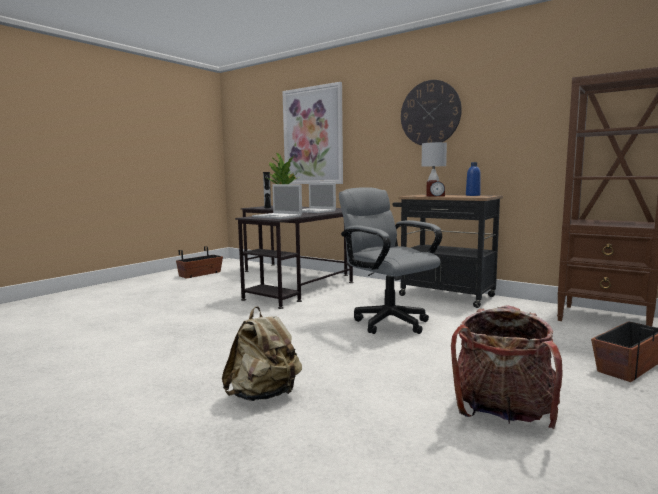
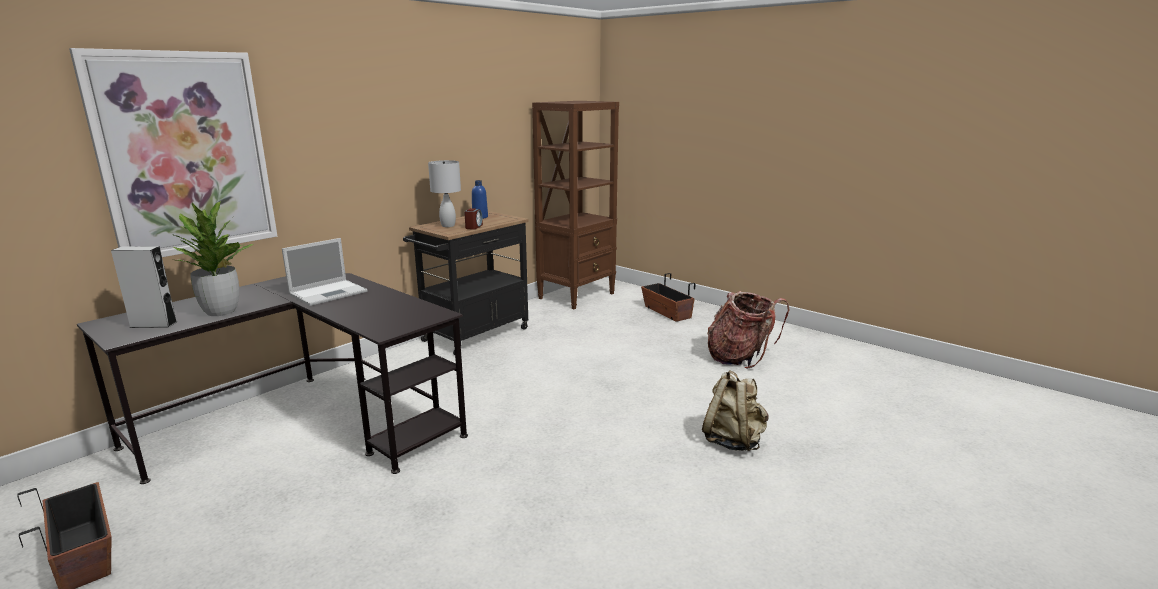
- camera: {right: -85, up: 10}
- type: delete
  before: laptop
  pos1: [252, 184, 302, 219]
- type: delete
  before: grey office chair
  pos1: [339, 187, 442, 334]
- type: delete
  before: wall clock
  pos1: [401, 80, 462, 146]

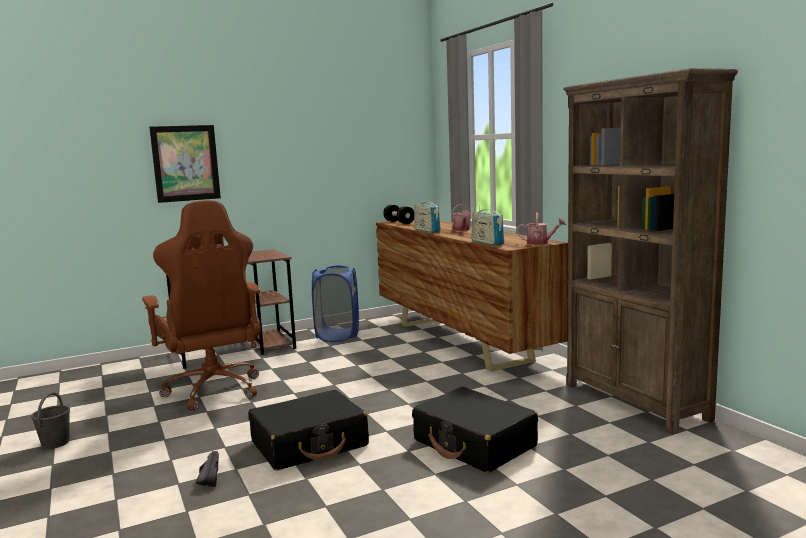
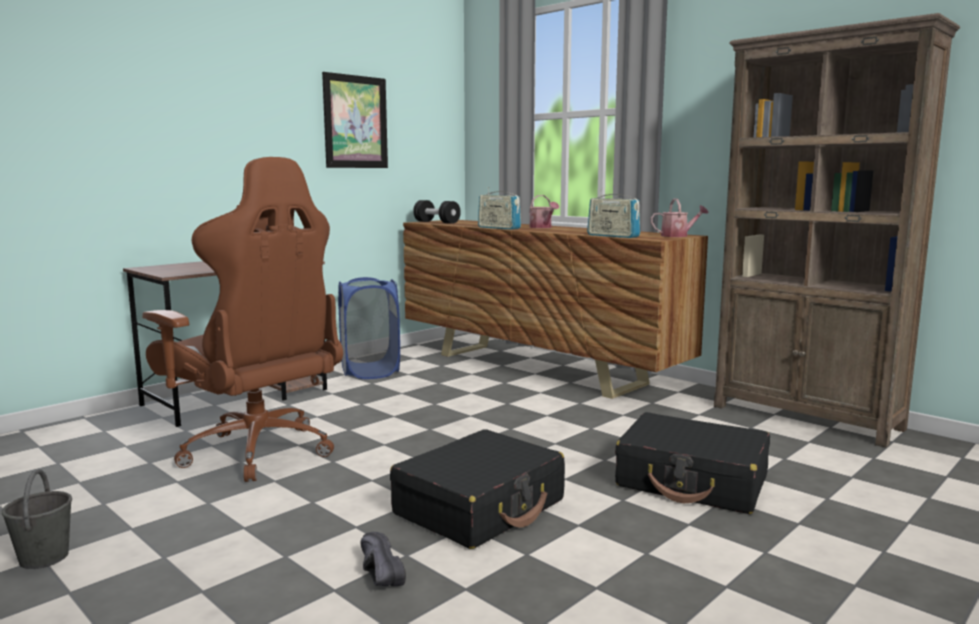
- camera: {right: -20, up: 0}
- type: move
  before: picture
  pos1: [149, 125, 221, 203]
  pos2: [322, 72, 388, 168]

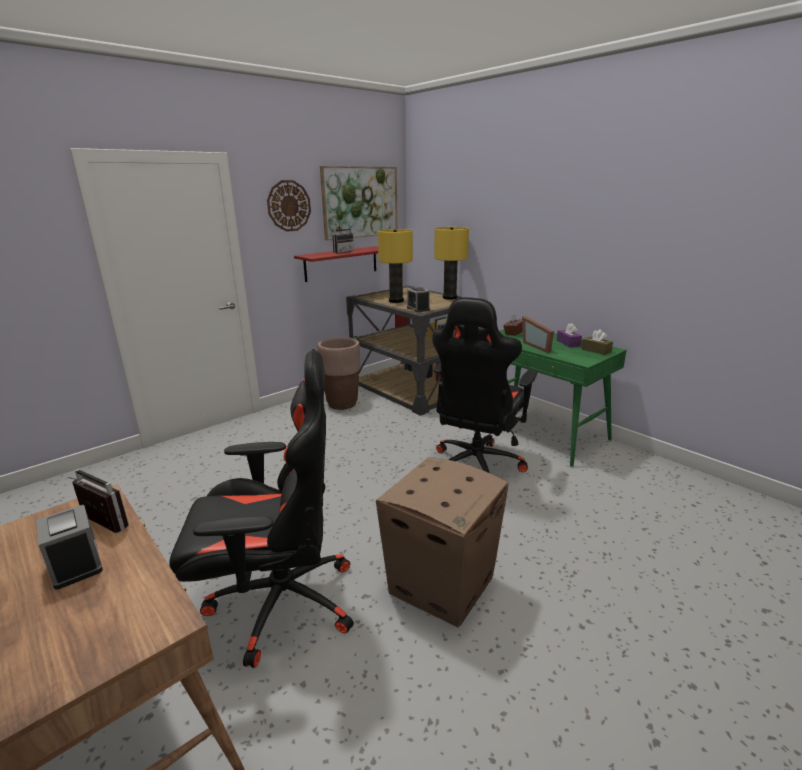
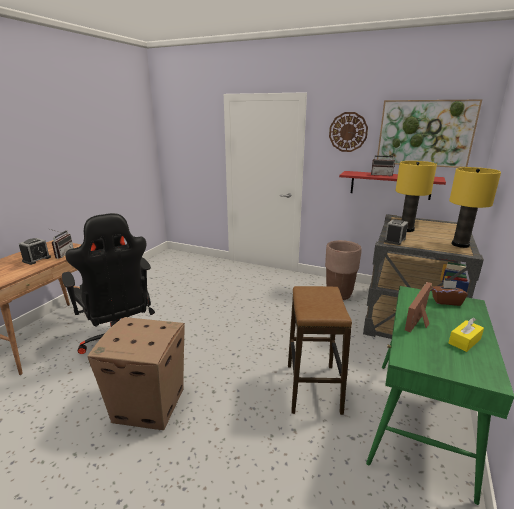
- camera: {right: 65, up: 0}
- type: replace
  before: black office chair
  after: stool
  pos1: [432, 297, 537, 473]
  pos2: [288, 286, 352, 415]
- type: recolor
  before: purple tissue box
  after: yellow tissue box
  pos1: [557, 323, 582, 347]
  pos2: [449, 318, 484, 352]
- type: delete
  before: brown tissue box
  pos1: [581, 329, 613, 355]

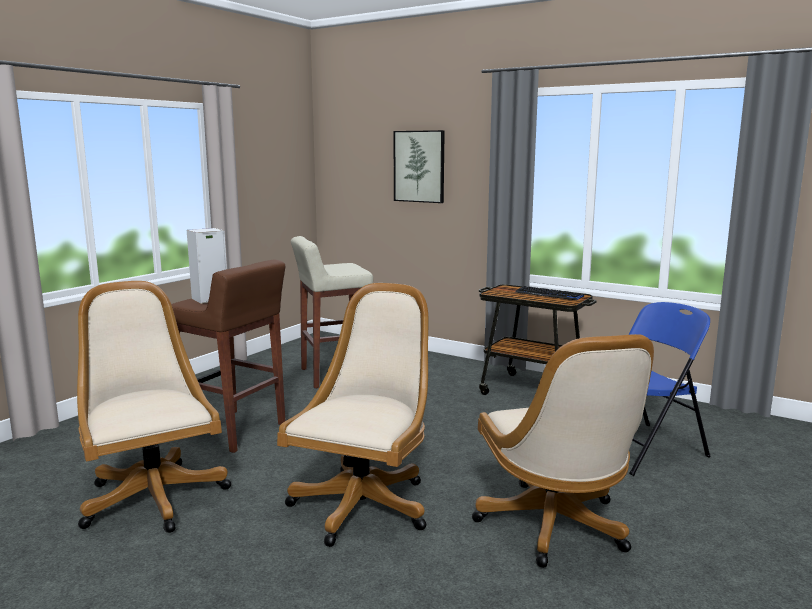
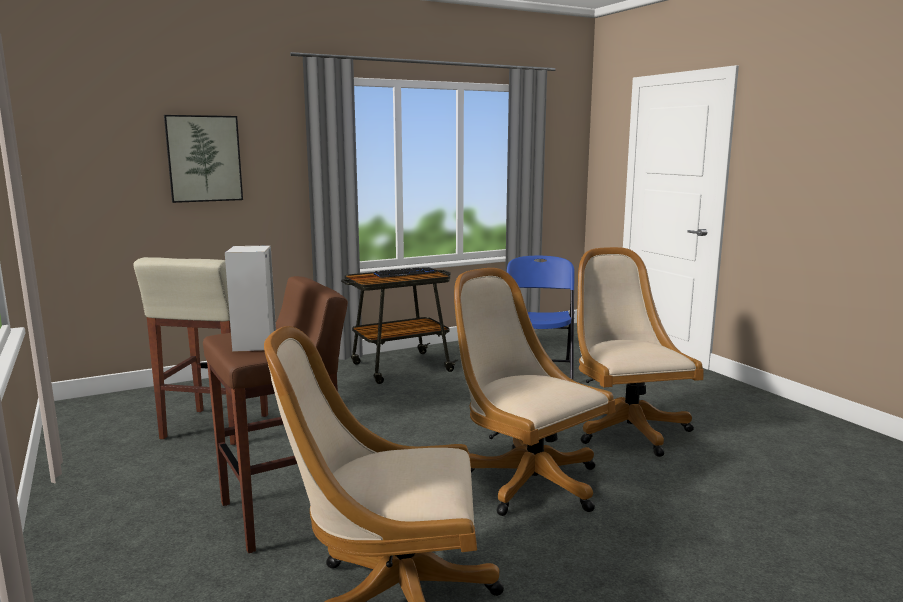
- camera: {right: -60, up: 0}
- type: rotate
  before: office chair
  pos1: [472, 334, 654, 568]
  pos2: [577, 247, 703, 457]
  turn: -120

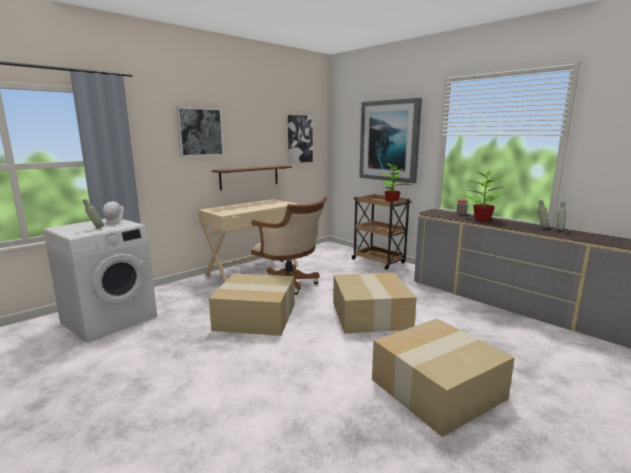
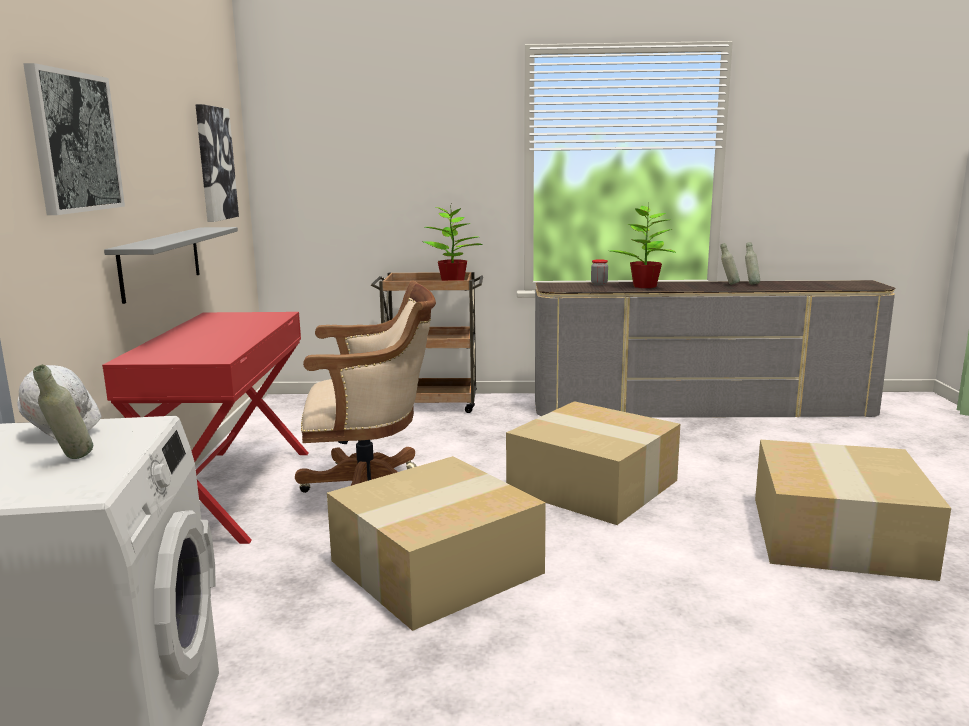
- camera: {right: -45, up: 0}
- type: recolor
  before: beige desk
  after: red desk
  pos1: [198, 199, 299, 282]
  pos2: [102, 312, 309, 544]
- type: recolor
  before: brown shelf
  after: grey shelf
  pos1: [212, 165, 292, 190]
  pos2: [104, 227, 238, 304]
- type: delete
  before: picture
  pos1: [359, 98, 422, 183]

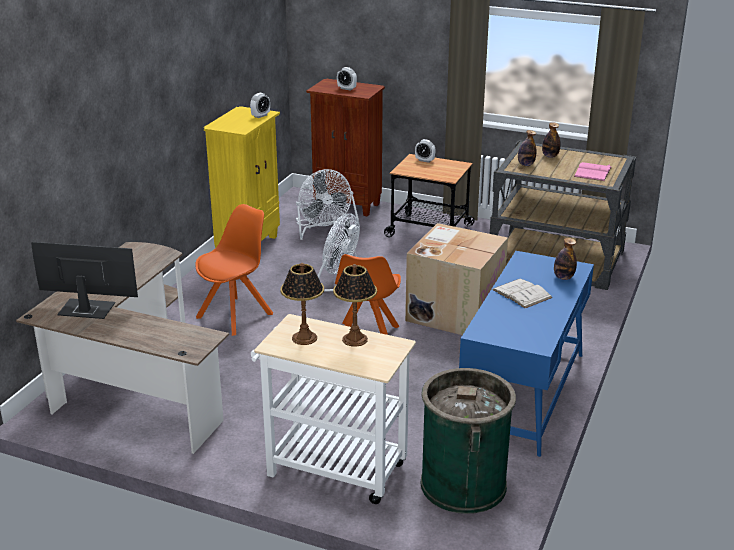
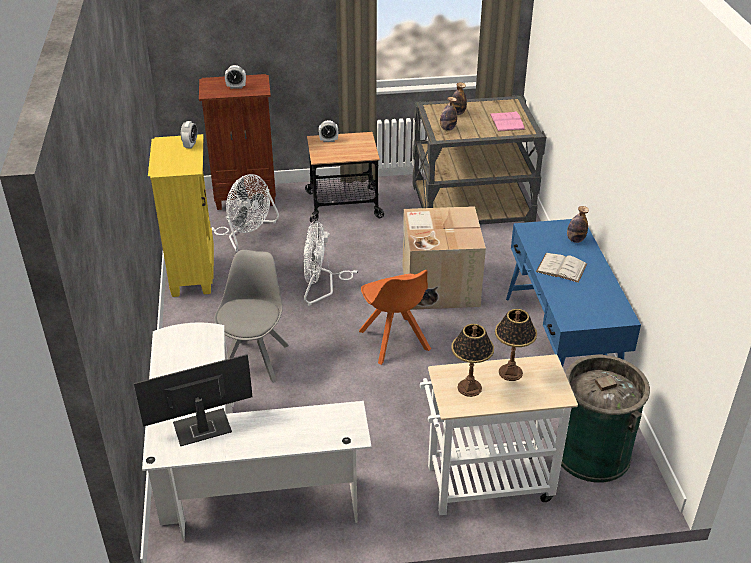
- camera: {right: -30, up: 10}
- type: recolor
  before: brown desk
  after: white desk
  pos1: [16, 242, 229, 454]
  pos2: [142, 323, 372, 541]
- type: recolor
  before: orange chair
  after: grey chair
  pos1: [196, 204, 273, 336]
  pos2: [215, 250, 289, 383]

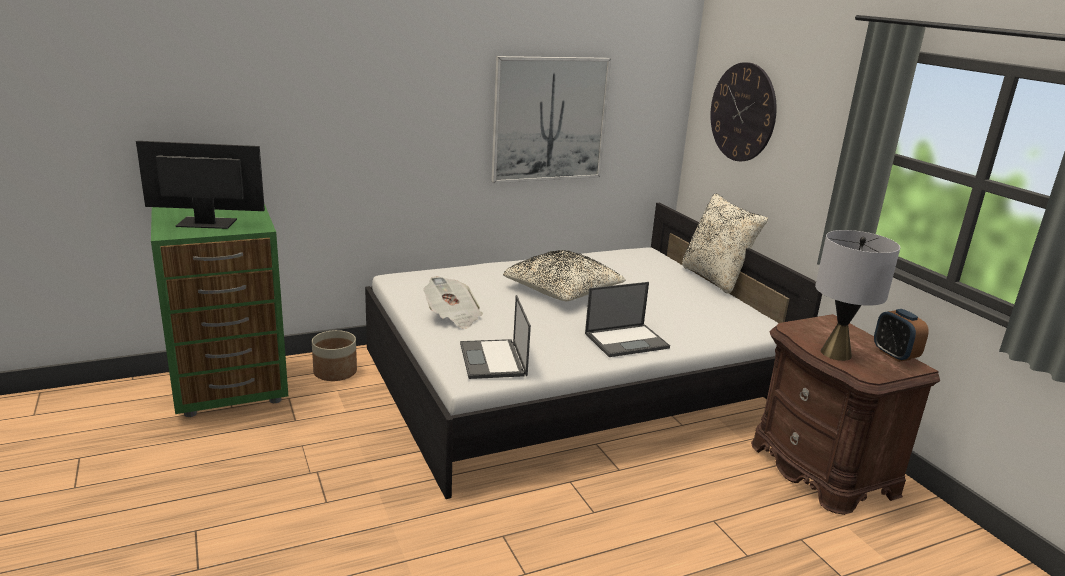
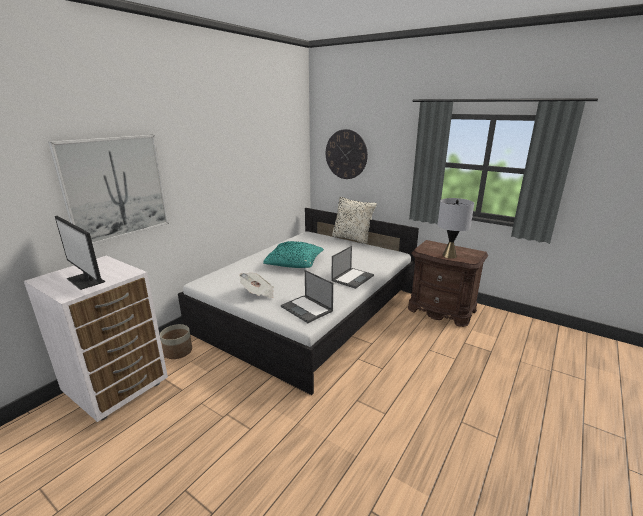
- camera: {right: -30, up: 0}
- type: rotate
  before: monitor
  pos1: [136, 141, 265, 229]
  pos2: [55, 216, 105, 290]
  turn: -105
- type: recolor
  before: green dresser
  after: white dresser
  pos1: [151, 204, 288, 417]
  pos2: [24, 256, 168, 422]
- type: move
  before: picture
  pos1: [491, 56, 611, 183]
  pos2: [48, 135, 169, 245]
- type: recolor
  before: beige pillow
  after: turquoise pillow
  pos1: [503, 250, 626, 301]
  pos2: [263, 241, 323, 268]
- type: delete
  before: alarm clock
  pos1: [874, 309, 929, 362]

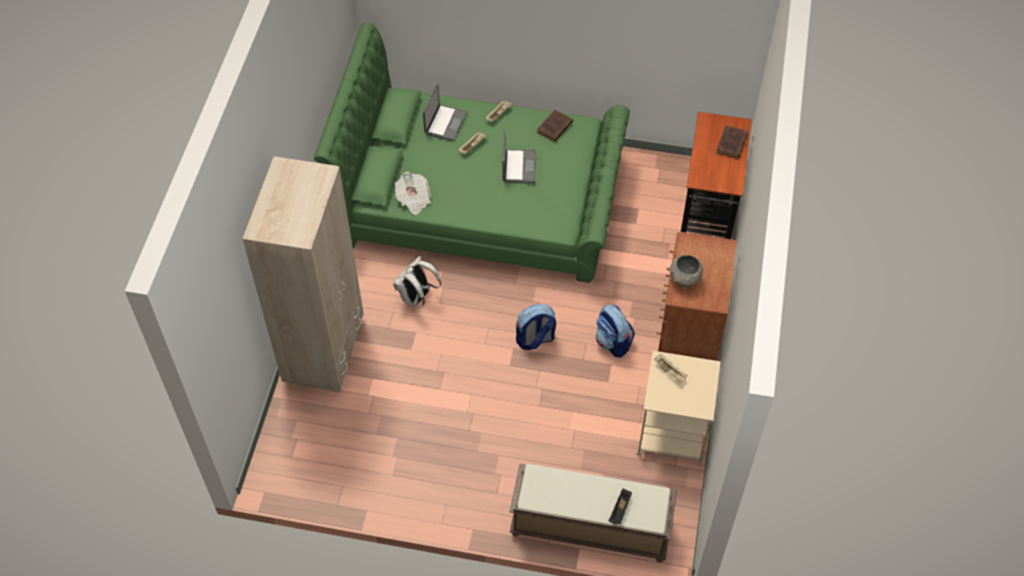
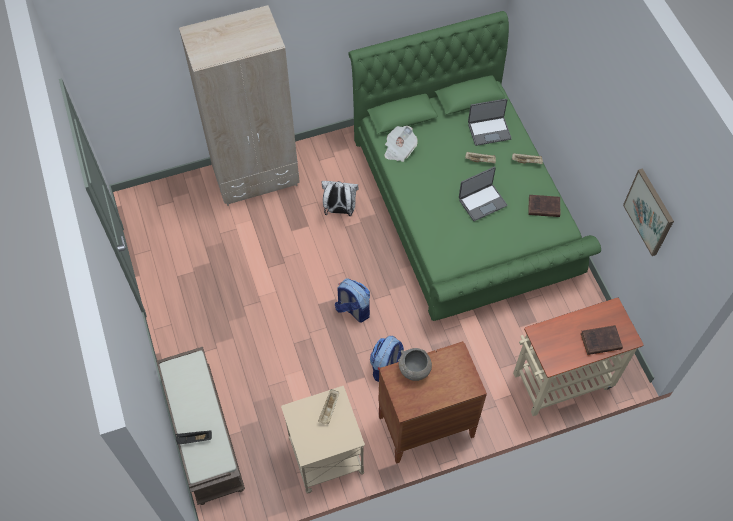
- camera: {right: 60, up: 5}
- type: recolor
  before: black cart
  after: beige cart
  pos1: [681, 112, 752, 239]
  pos2: [513, 297, 644, 416]
- type: insert
  after: picture
  pos2: [623, 168, 674, 256]

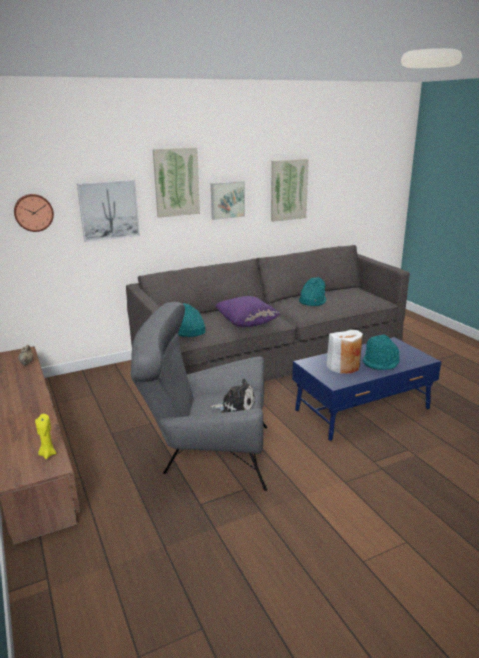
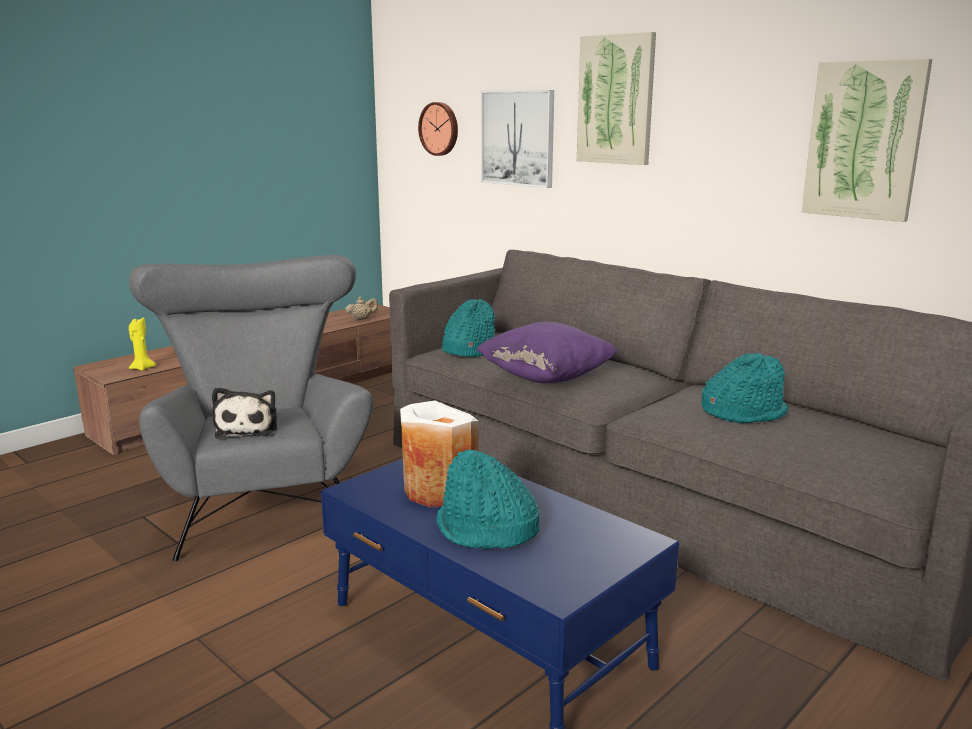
- camera: {right: 70, up: -5}
- type: delete
  before: picture
  pos1: [211, 181, 245, 220]

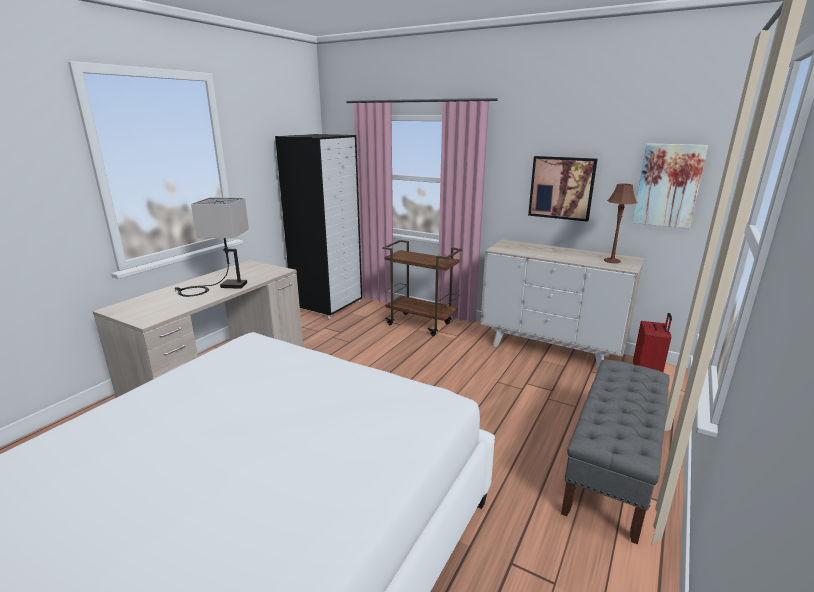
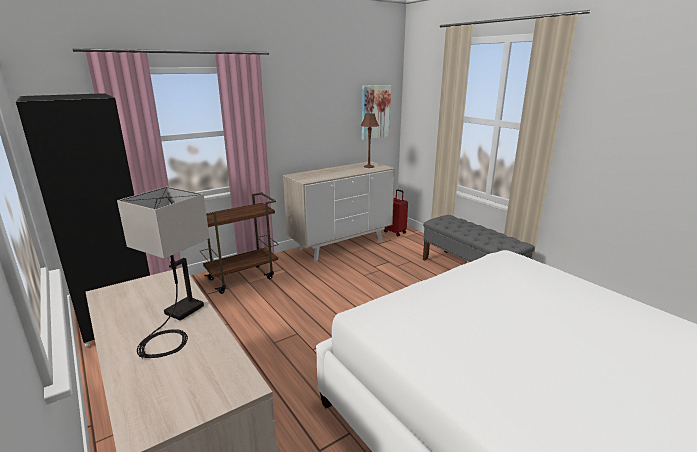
- camera: {right: -65, up: 0}
- type: delete
  before: picture
  pos1: [528, 156, 597, 222]

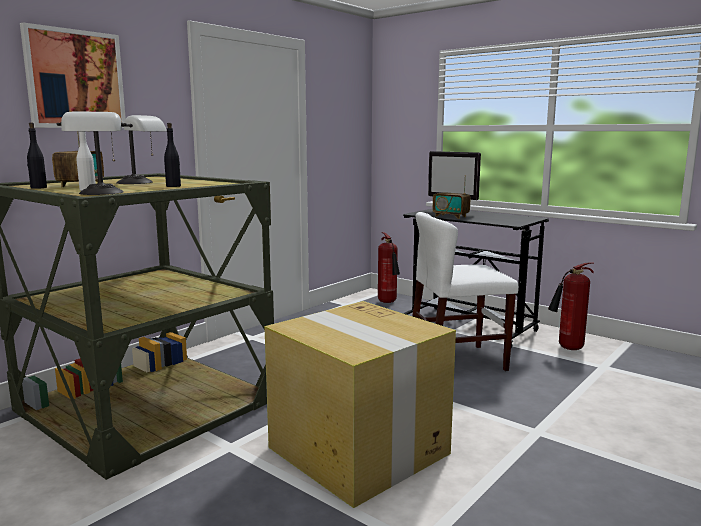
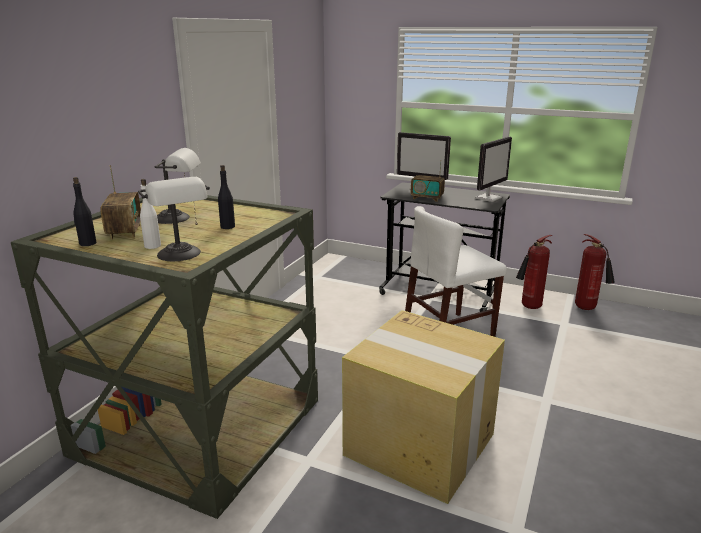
- camera: {right: -15, up: 10}
- type: delete
  before: picture
  pos1: [20, 22, 126, 128]
- type: move
  before: fire extinguisher
  pos1: [378, 232, 400, 303]
  pos2: [575, 234, 615, 310]
- type: insert
  after: monitor
  pos2: [475, 137, 512, 202]

